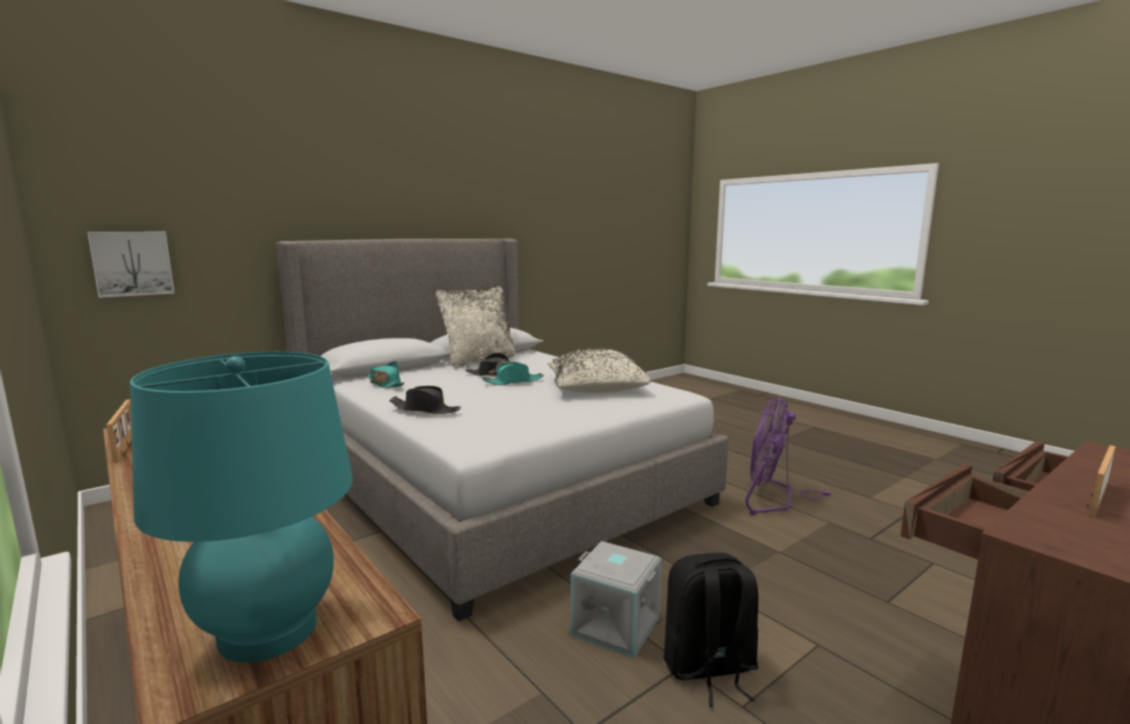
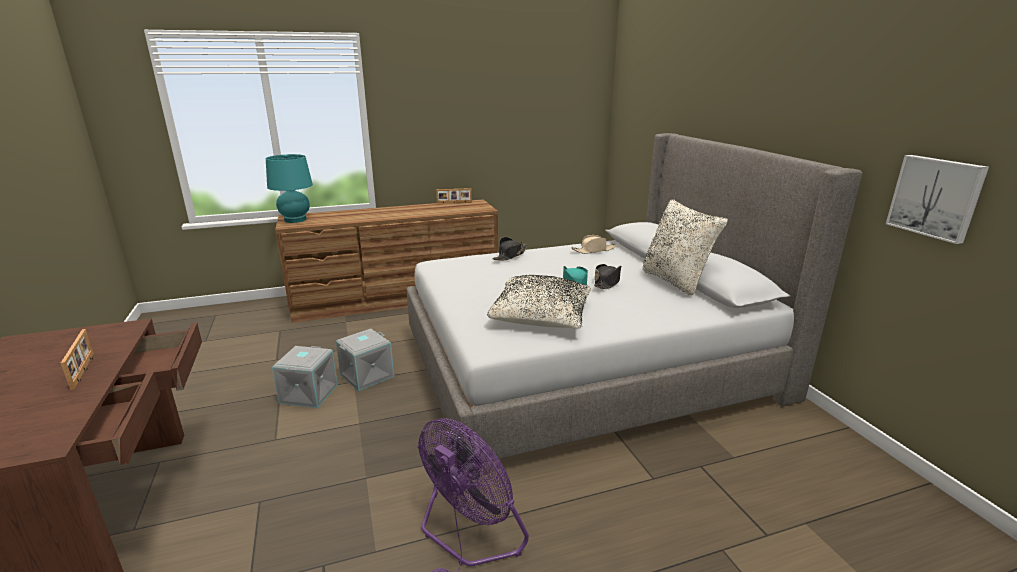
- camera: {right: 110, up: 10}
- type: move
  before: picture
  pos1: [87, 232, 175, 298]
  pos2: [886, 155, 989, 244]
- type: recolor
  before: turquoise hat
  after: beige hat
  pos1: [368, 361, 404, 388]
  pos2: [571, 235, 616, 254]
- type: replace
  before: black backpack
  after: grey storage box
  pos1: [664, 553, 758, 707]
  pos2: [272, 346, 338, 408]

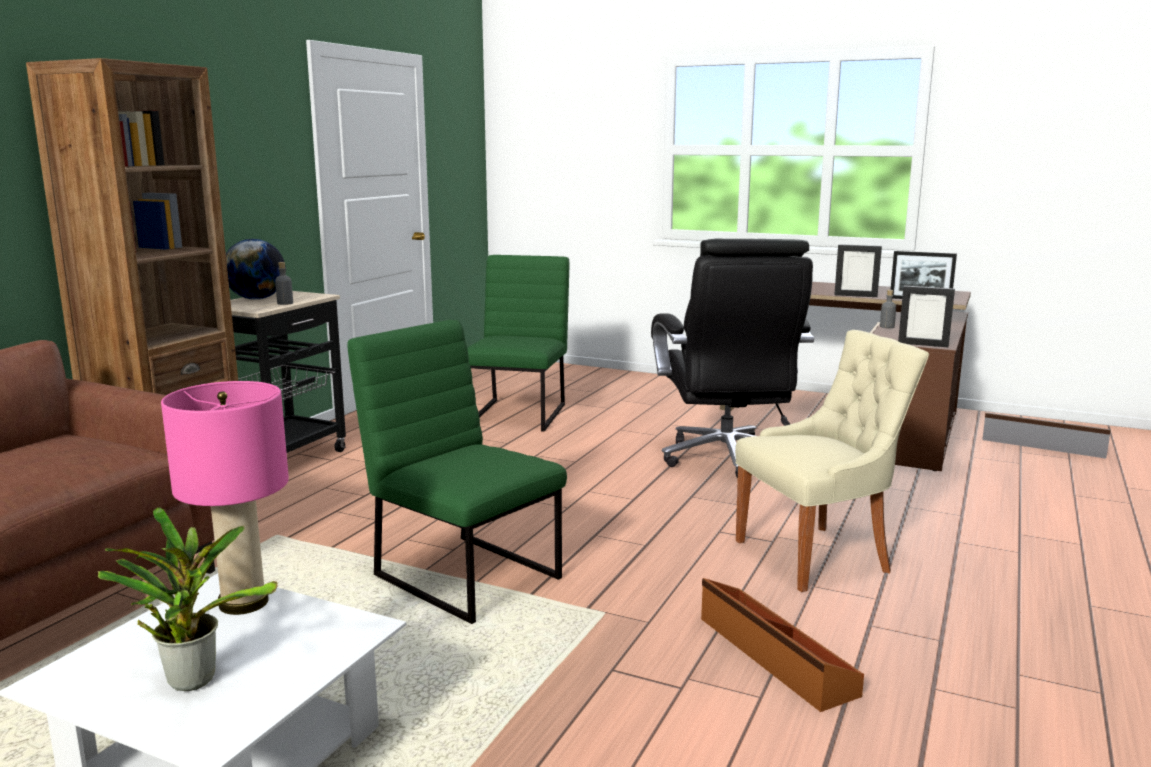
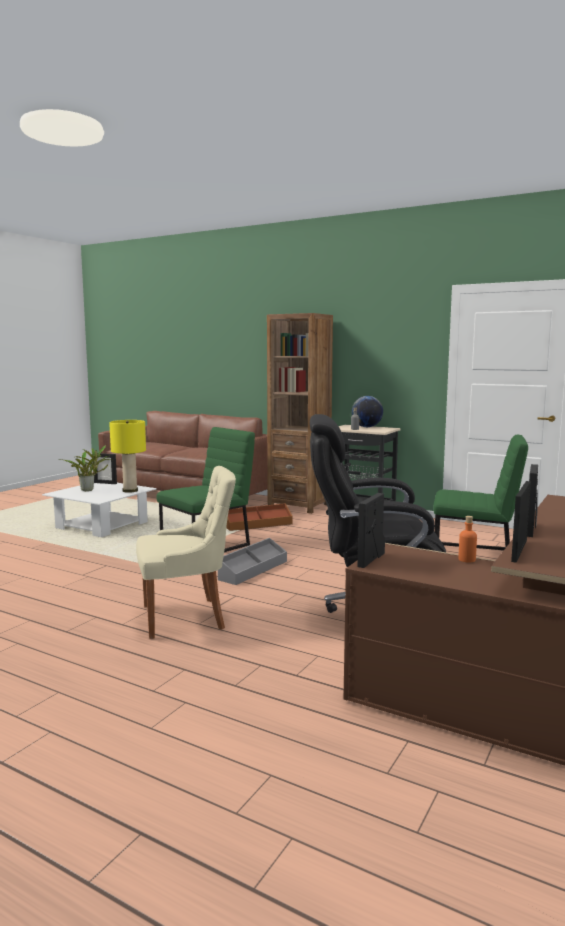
- camera: {right: 95, up: -5}
- type: recolor
  before: pink table lamp
  after: yellow table lamp
  pos1: [161, 381, 289, 615]
  pos2: [109, 420, 146, 493]
- type: move
  before: brown storage box
  pos1: [701, 578, 864, 712]
  pos2: [226, 503, 293, 531]
- type: rotate
  before: beige chair
  pos1: [735, 330, 929, 592]
  pos2: [136, 466, 236, 639]
  turn: -90
- type: recolor
  before: grey bottle
  after: orange bottle
  pos1: [880, 290, 896, 328]
  pos2: [459, 516, 477, 563]
- type: move
  before: grey storage box
  pos1: [982, 413, 1111, 458]
  pos2: [218, 538, 287, 585]
- type: insert
  after: picture frame
  pos2: [92, 453, 117, 484]

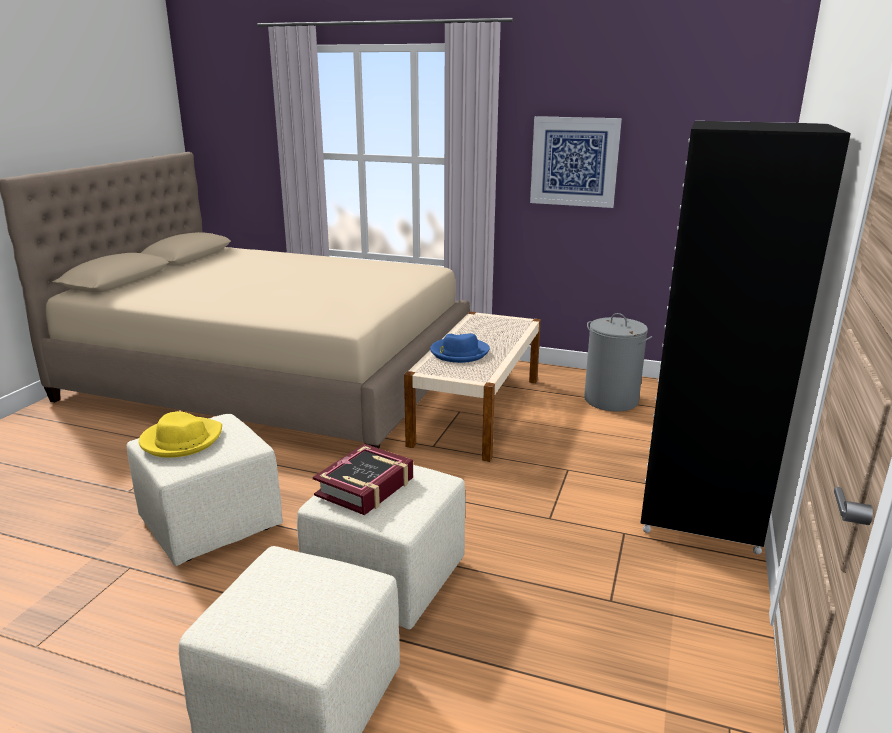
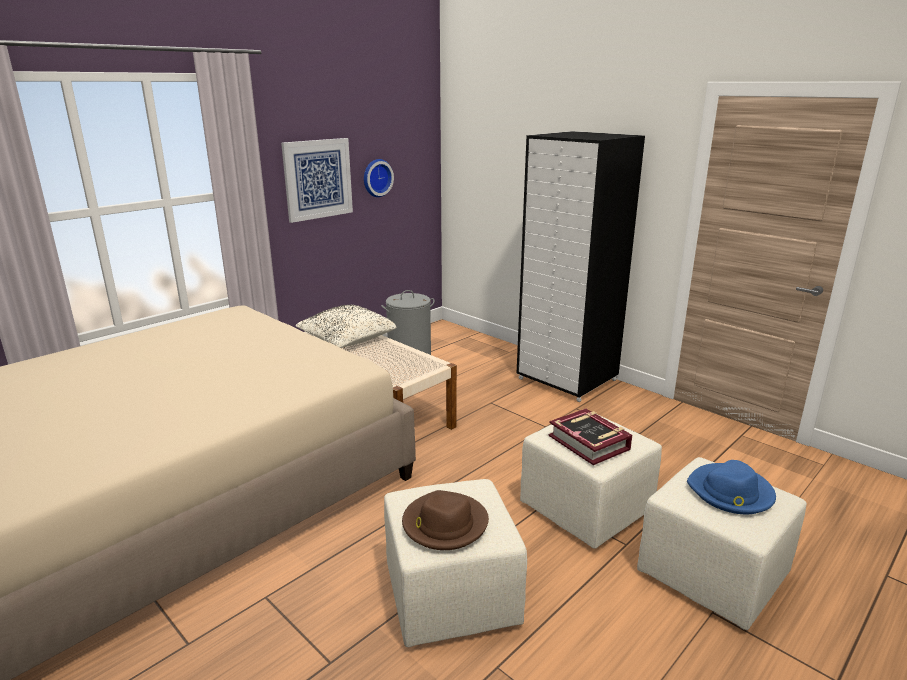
- camera: {right: -65, up: 0}
- type: recolor
  before: yellow hat
  after: brown hat
  pos1: [139, 411, 222, 458]
  pos2: [402, 490, 489, 550]
- type: move
  before: blue hat
  pos1: [430, 334, 490, 363]
  pos2: [687, 460, 776, 514]
- type: insert
  after: beige pillow
  pos2: [296, 305, 397, 348]
- type: insert
  after: wall clock
  pos2: [364, 159, 394, 197]

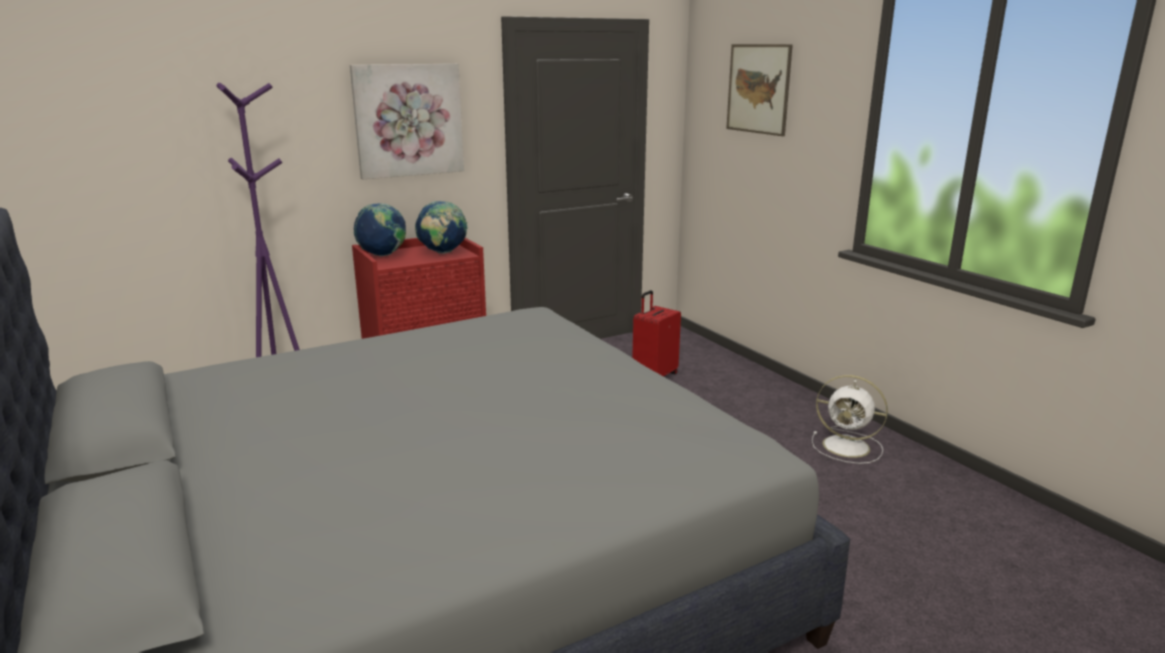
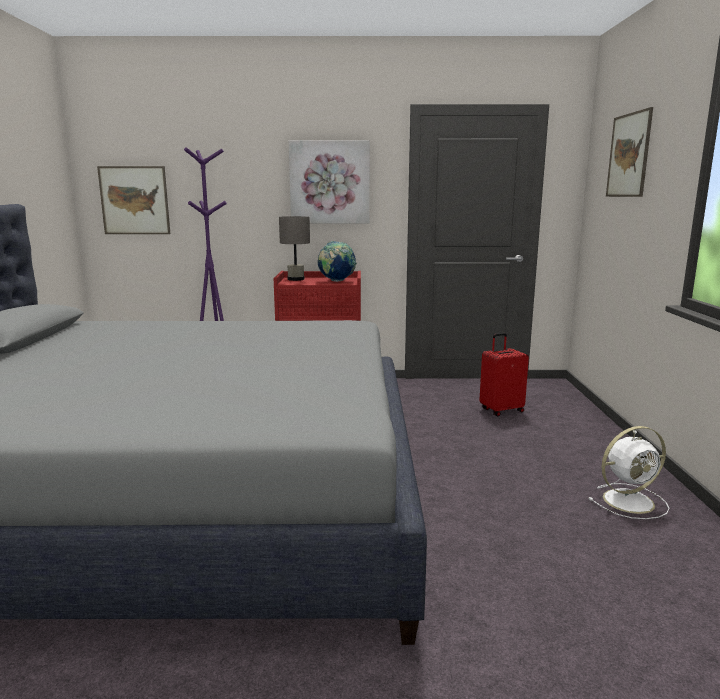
- camera: {right: 30, up: -5}
- type: replace
  before: globe
  after: grey table lamp
  pos1: [354, 203, 406, 257]
  pos2: [279, 216, 310, 281]
- type: rotate
  before: white fan
  pos1: [812, 375, 888, 464]
  pos2: [589, 426, 669, 519]
  turn: -75
- type: insert
  after: picture
  pos2: [97, 166, 170, 234]

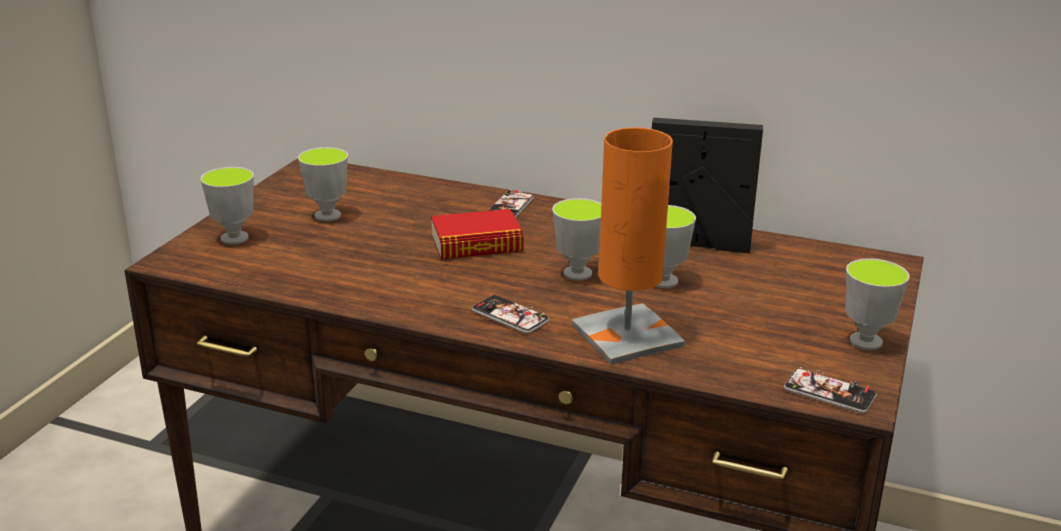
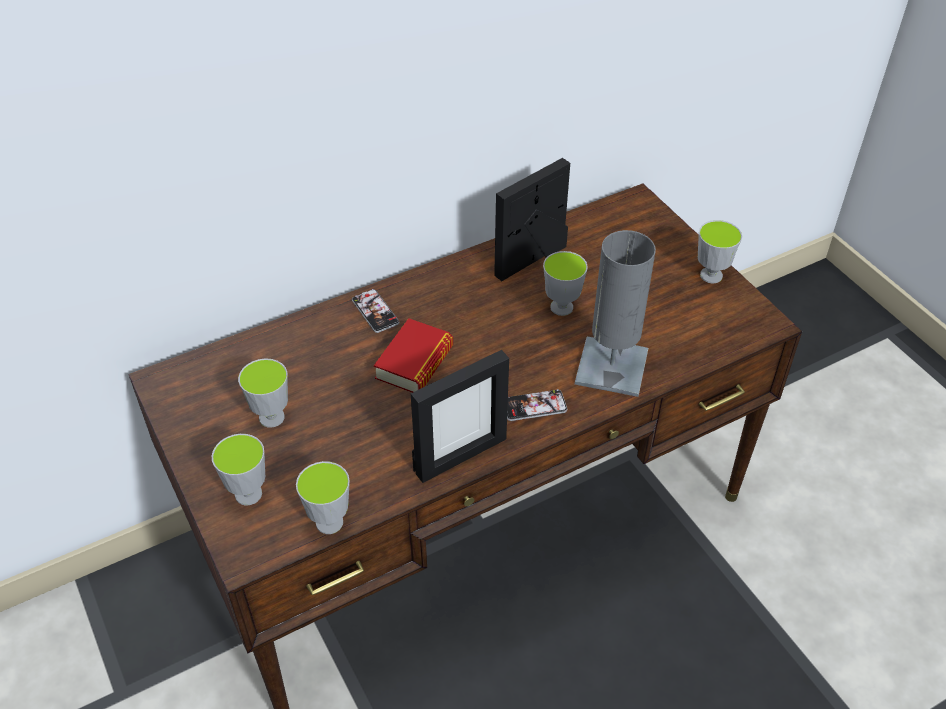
- camera: {right: -50, up: 20}
- type: move
  before: cup
  pos1: [552, 198, 601, 281]
  pos2: [296, 461, 350, 534]
- type: recolor
  before: orange table lamp
  after: grey table lamp
  pos1: [572, 127, 685, 365]
  pos2: [575, 230, 656, 397]
- type: delete
  before: phone
  pos1: [784, 367, 877, 413]
- type: insert
  after: picture frame
  pos2: [411, 350, 509, 483]

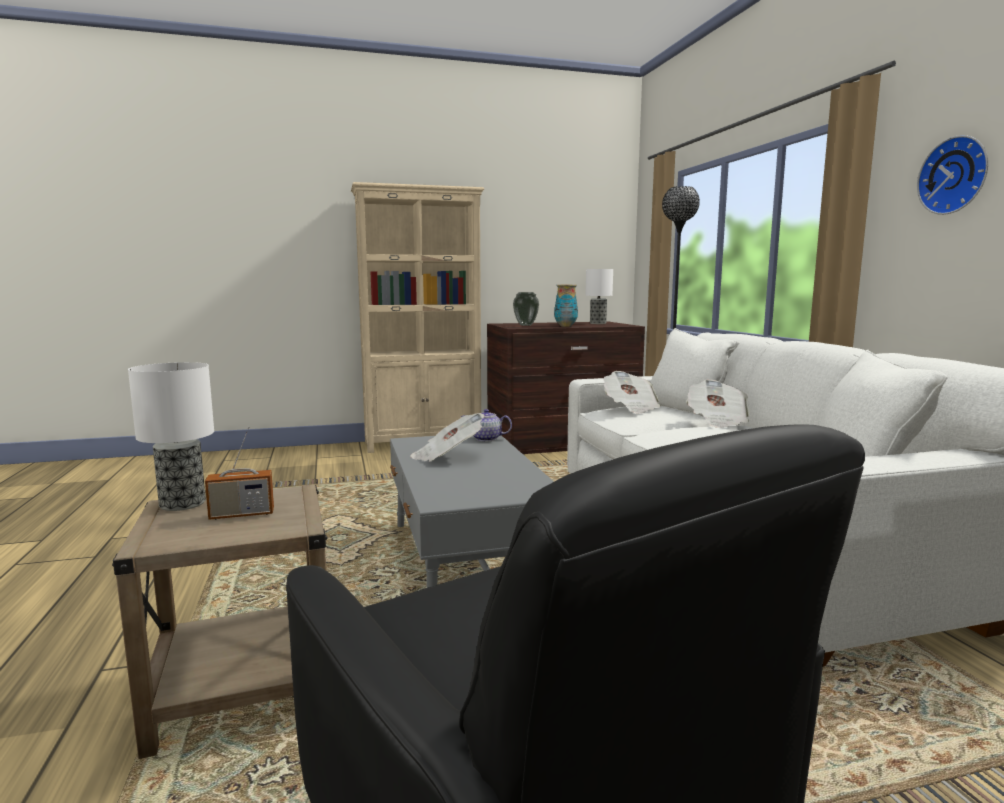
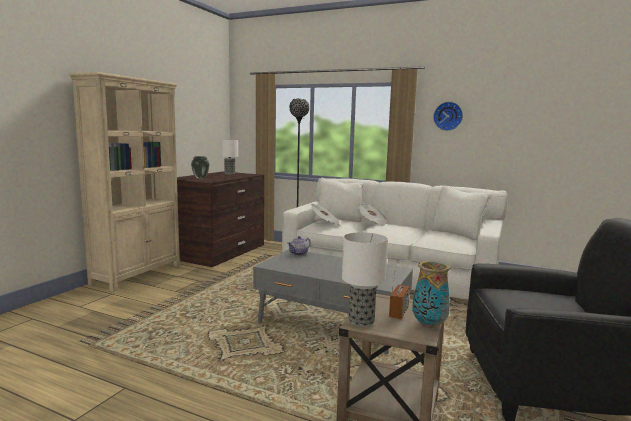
- camera: {right: -50, up: 0}
- type: delete
  before: newspaper
  pos1: [410, 413, 485, 462]
- type: move
  before: vase
  pos1: [554, 285, 578, 327]
  pos2: [412, 261, 450, 328]

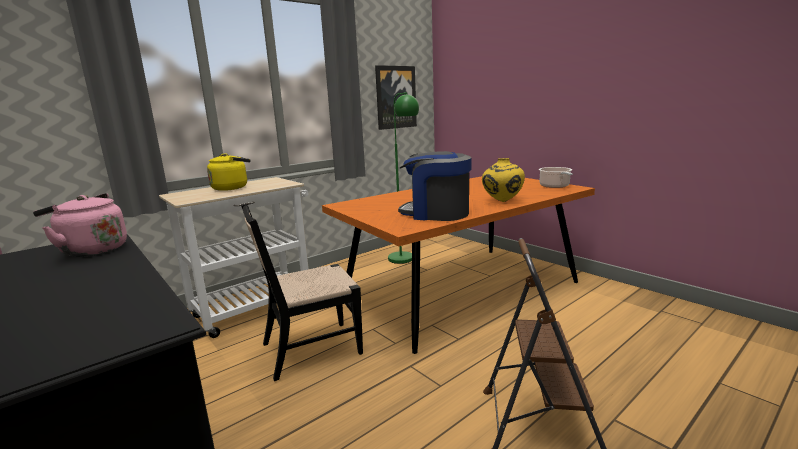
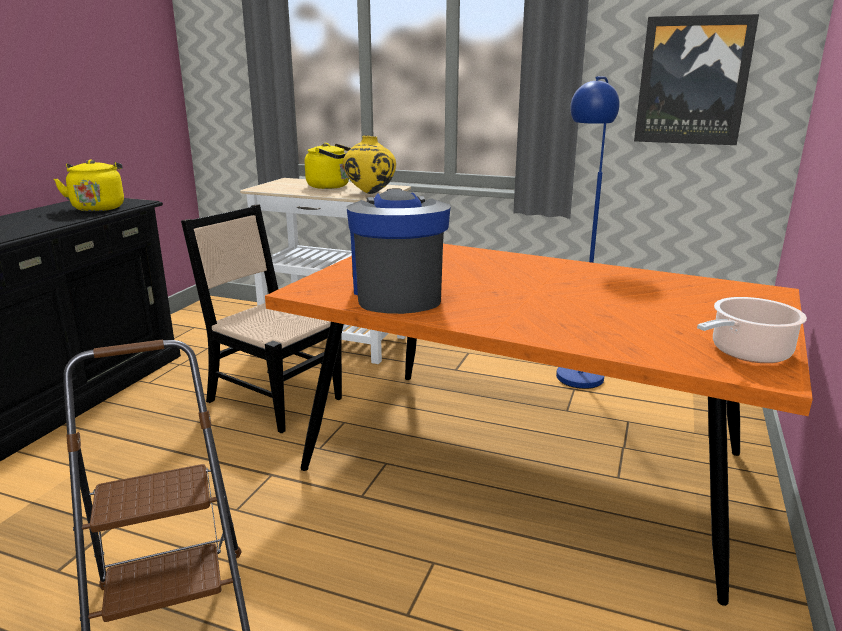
- camera: {right: 60, up: 5}
- type: recolor
  before: pink kettle
  after: yellow kettle
  pos1: [33, 193, 127, 257]
  pos2: [54, 159, 124, 212]
- type: recolor
  before: green floor lamp
  after: blue floor lamp
  pos1: [388, 92, 419, 264]
  pos2: [556, 76, 620, 389]
- type: move
  before: yellow vase
  pos1: [482, 158, 525, 202]
  pos2: [343, 135, 396, 194]

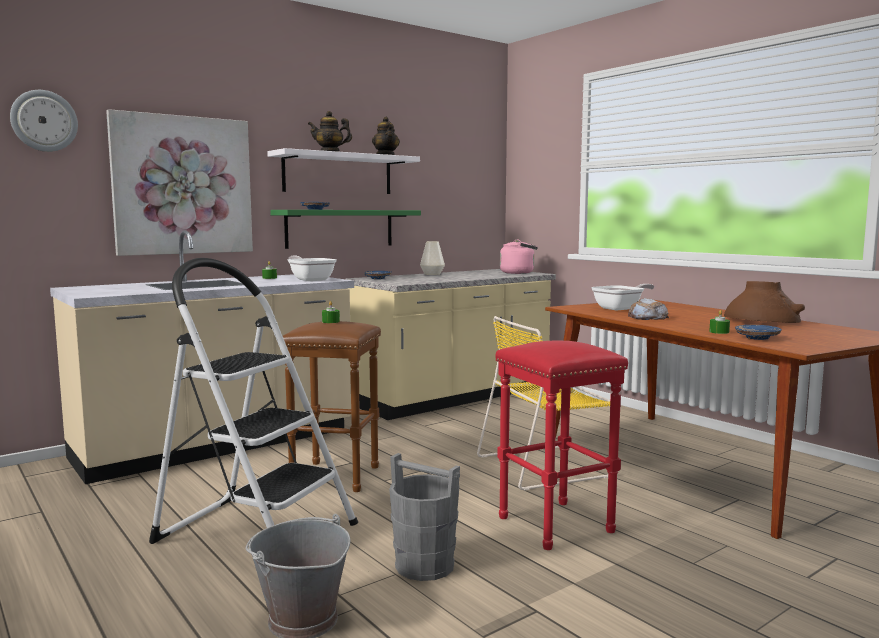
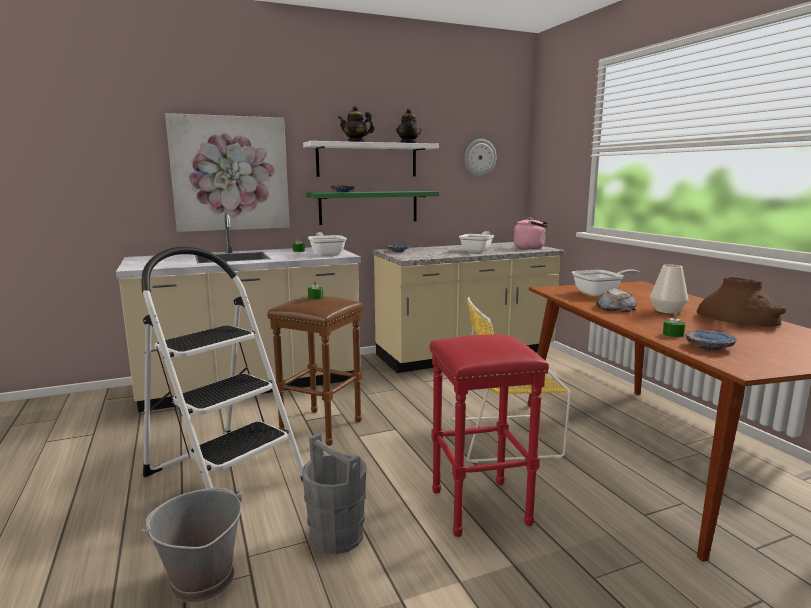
- camera: {right: 15, up: 5}
- type: move
  before: wall clock
  pos1: [10, 90, 78, 152]
  pos2: [465, 139, 497, 177]
- type: move
  before: white vase
  pos1: [420, 241, 445, 275]
  pos2: [650, 265, 688, 313]
- type: insert
  after: frying pan
  pos2: [459, 231, 494, 252]

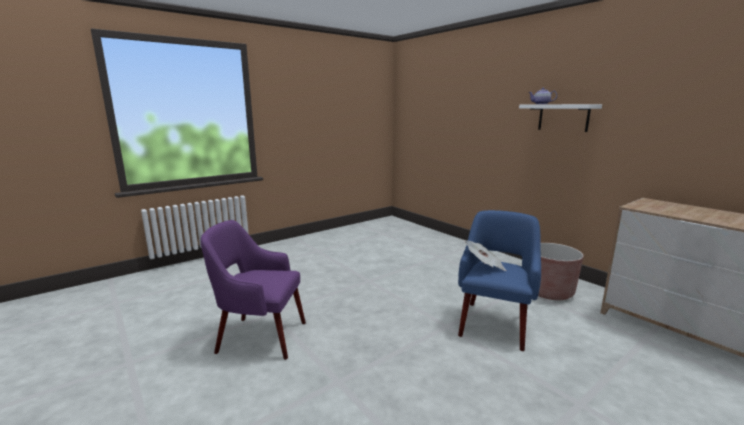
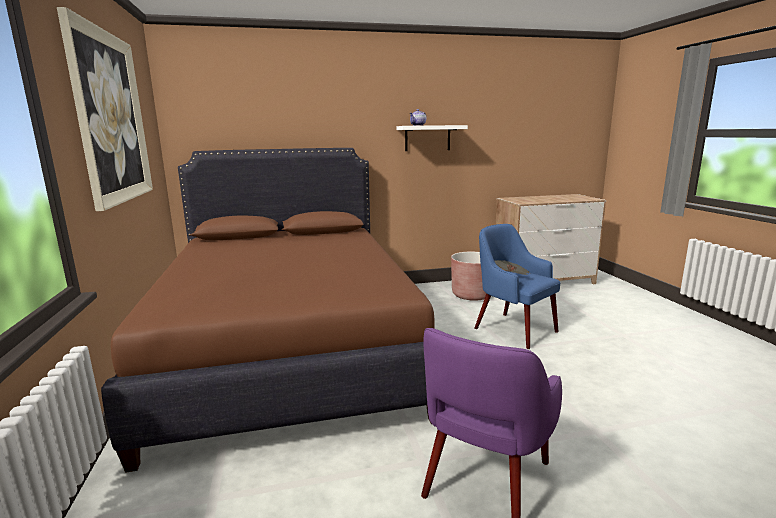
- camera: {right: -65, up: 0}
- type: insert
  after: picture
  pos2: [57, 7, 153, 211]
- type: insert
  after: brown bed
  pos2: [101, 148, 435, 473]

